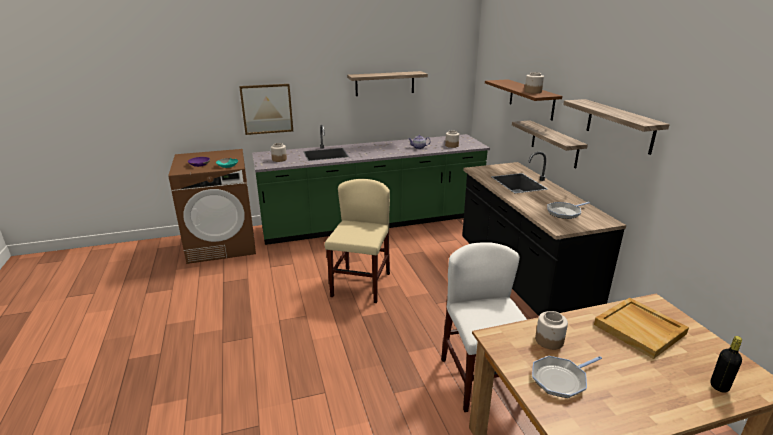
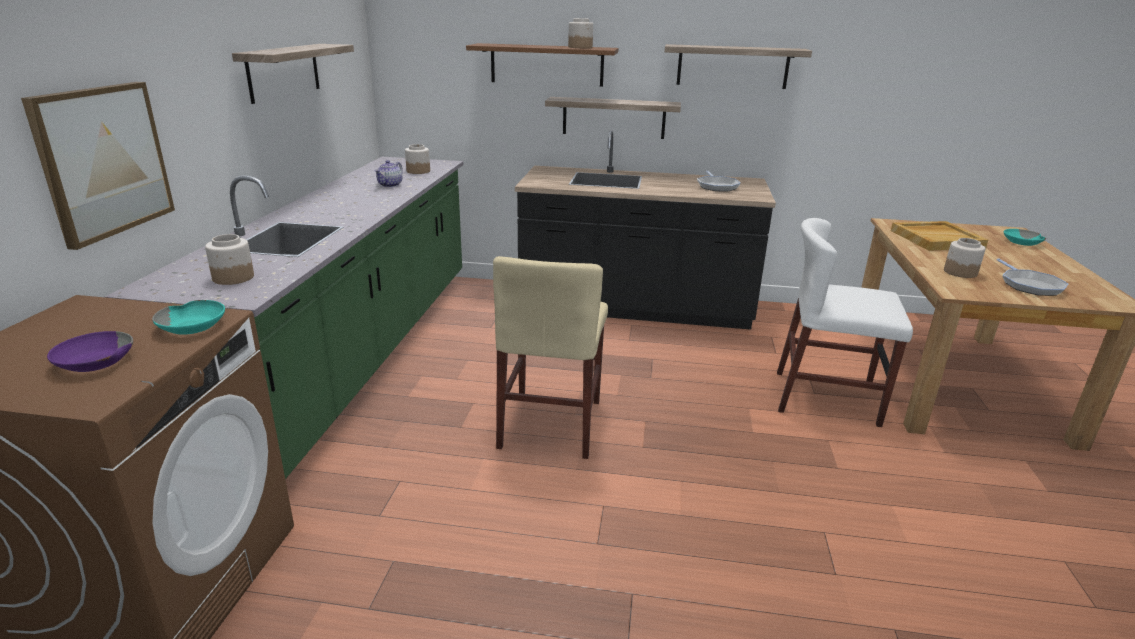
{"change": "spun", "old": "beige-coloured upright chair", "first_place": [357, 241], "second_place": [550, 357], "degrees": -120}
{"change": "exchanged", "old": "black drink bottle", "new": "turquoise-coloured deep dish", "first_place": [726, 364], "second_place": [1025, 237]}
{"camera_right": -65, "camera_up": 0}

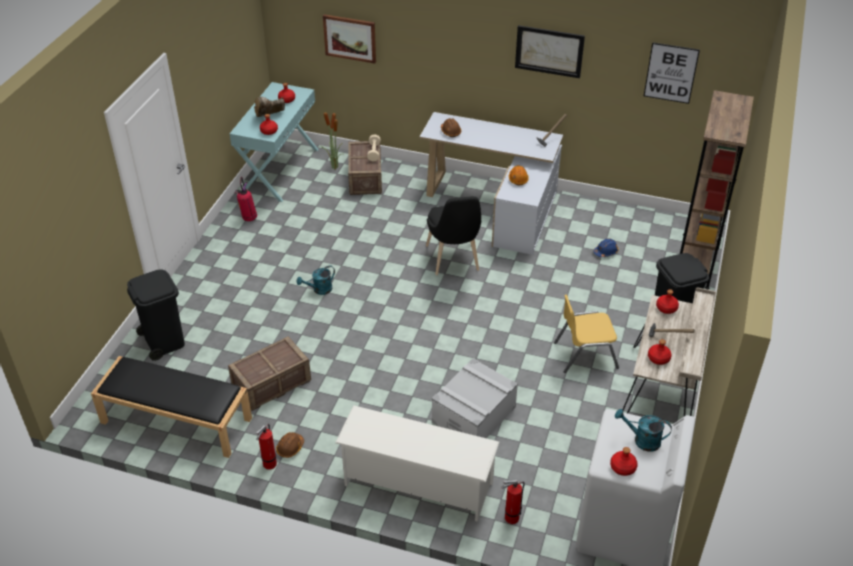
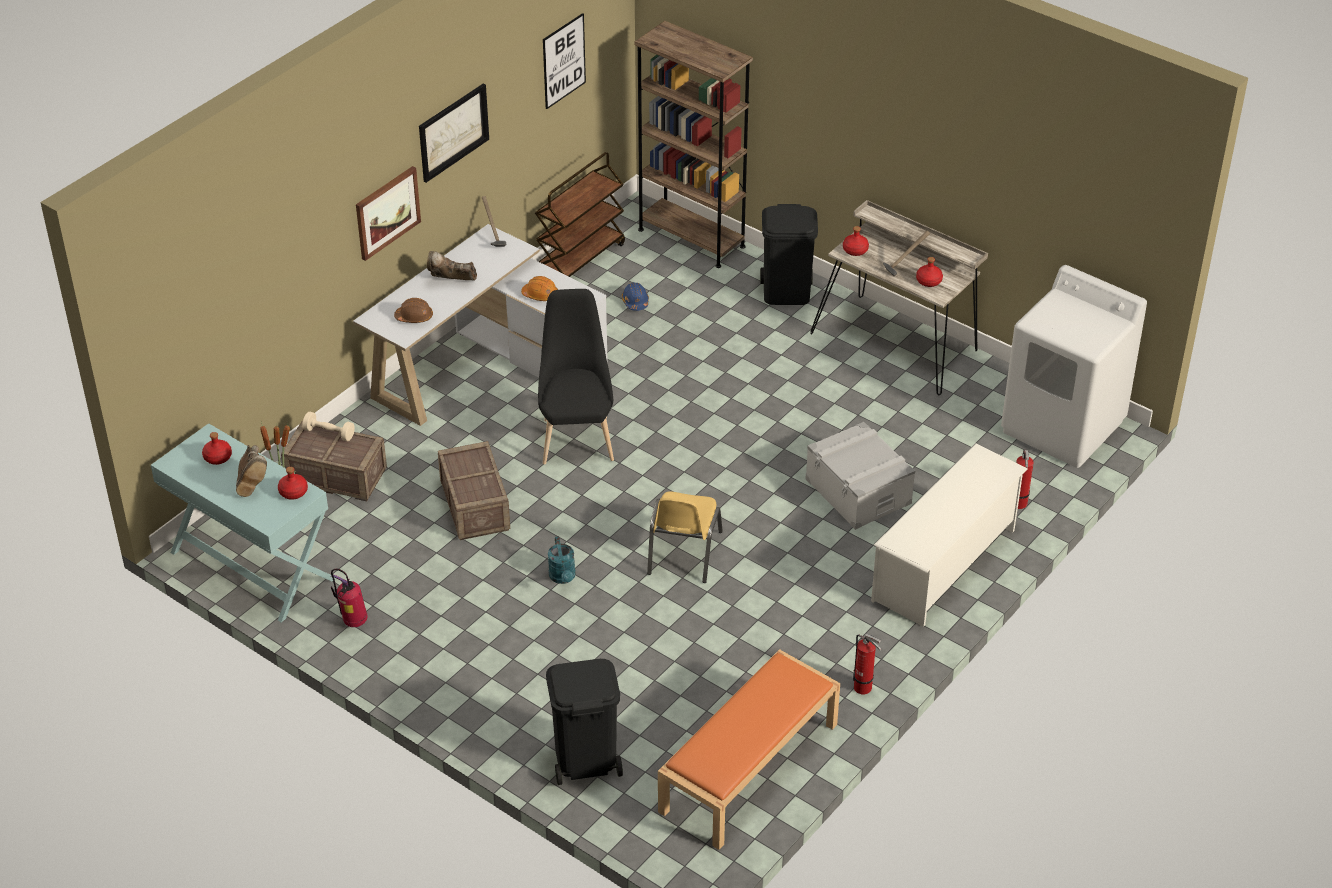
{"change": "relocated", "old": "wall picture", "first_place": [349, 39], "second_place": [388, 213]}
{"change": "appeared", "new": "brown high-top boot", "second_place": [452, 266]}
{"change": "relocated", "old": "shipping crate", "first_place": [269, 373], "second_place": [474, 490]}
{"change": "appeared", "new": "brown trolley", "second_place": [580, 214]}
{"change": "spun", "old": "black upright chair", "first_place": [453, 235], "second_place": [576, 376], "degrees": -105}
{"change": "relocated", "old": "yellow upright chair", "first_place": [586, 334], "second_place": [685, 537]}
{"change": "colour", "old": "black bench", "new": "orangey bench", "first_place": [171, 407], "second_place": [749, 749]}
{"change": "missing", "old": "brown safety helmet", "first_place": [290, 445]}
{"change": "missing", "old": "red-coloured drink bottle", "first_place": [624, 461]}
{"change": "missing", "old": "turquoise-coloured sprinkling can", "first_place": [643, 430]}
{"camera_right": -70, "camera_up": 0}

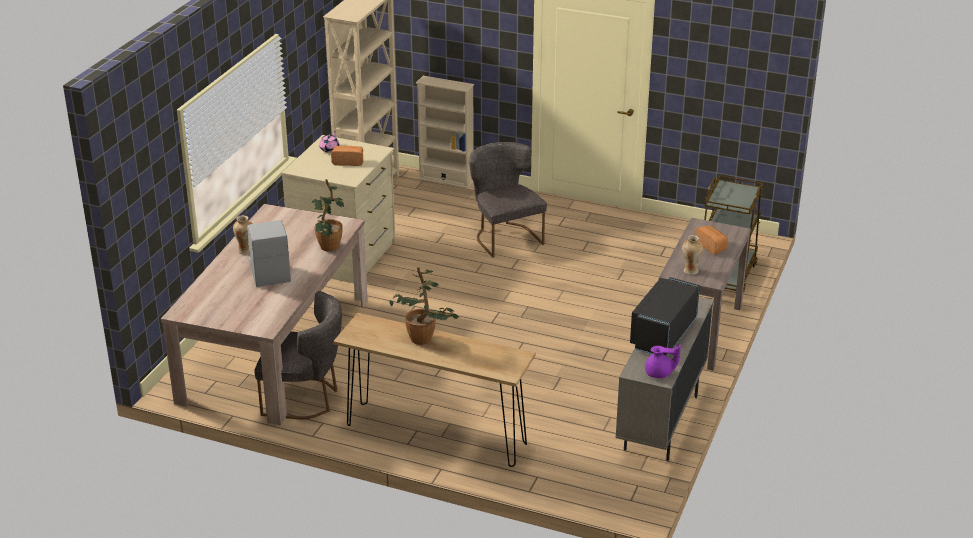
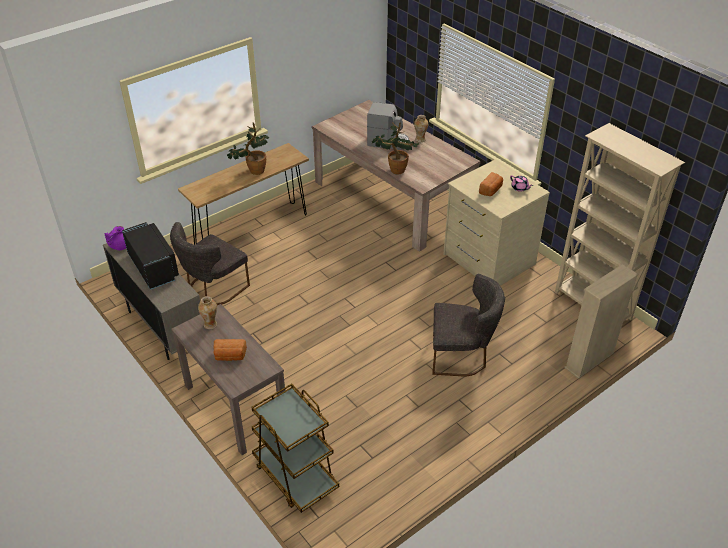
{"change": "relocated", "old": "grey upright chair", "first_place": [298, 355], "second_place": [210, 263]}
{"camera_right": 120, "camera_up": 10}

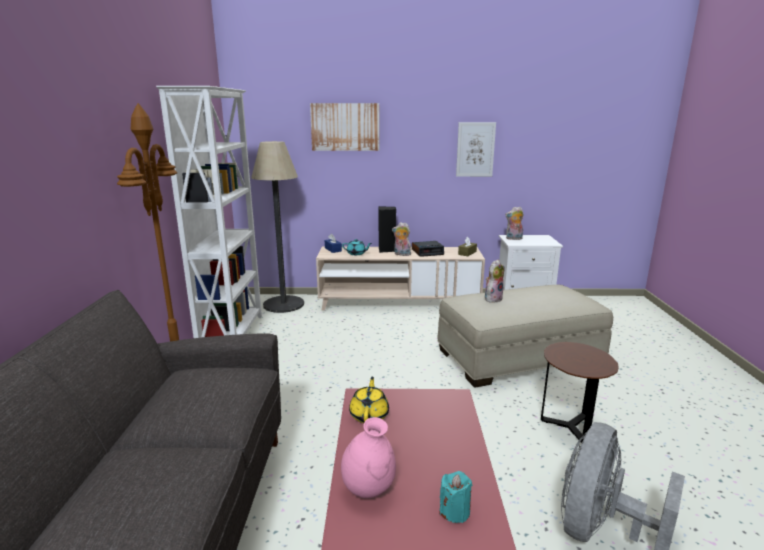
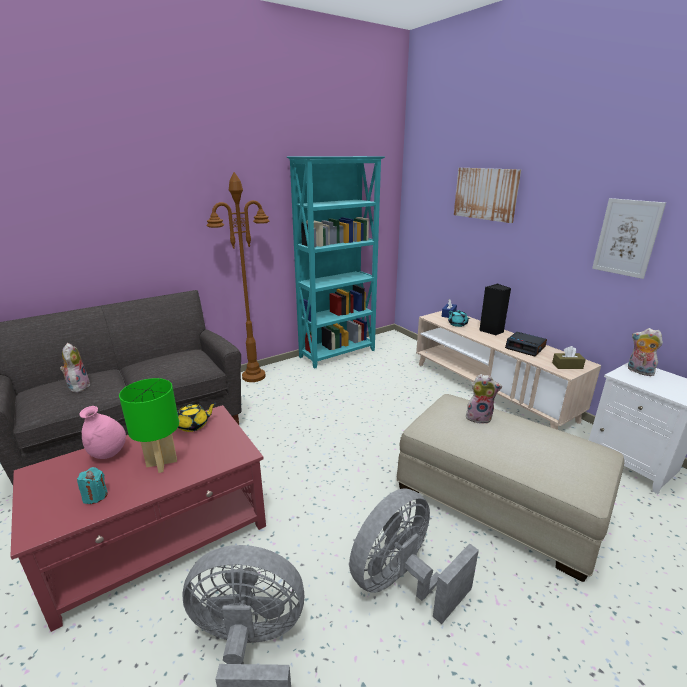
{"change": "relocated", "old": "plush toy", "first_place": [401, 239], "second_place": [75, 367]}
{"change": "appeared", "new": "greenish tabletop lamp", "second_place": [149, 425]}
{"change": "colour", "old": "white-coloured shelving unit", "new": "turquoise-coloured shelving unit", "first_place": [209, 212], "second_place": [336, 262]}
{"change": "exchanged", "old": "brown end table", "new": "grey fan", "first_place": [580, 392], "second_place": [414, 556]}
{"change": "missing", "old": "standing lamp", "first_place": [277, 227]}
{"camera_right": 55, "camera_up": 5}

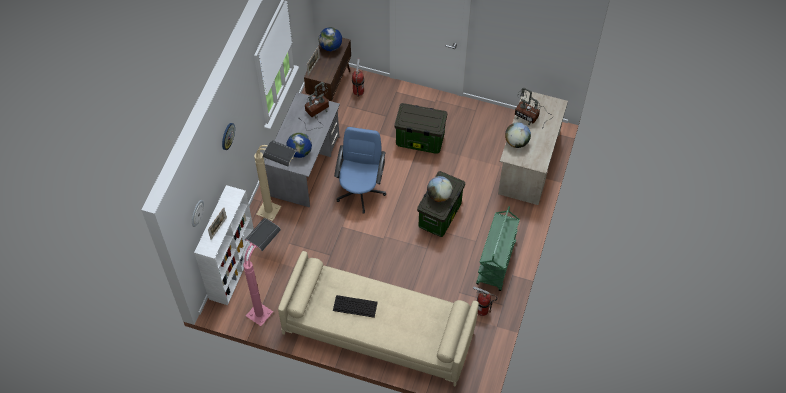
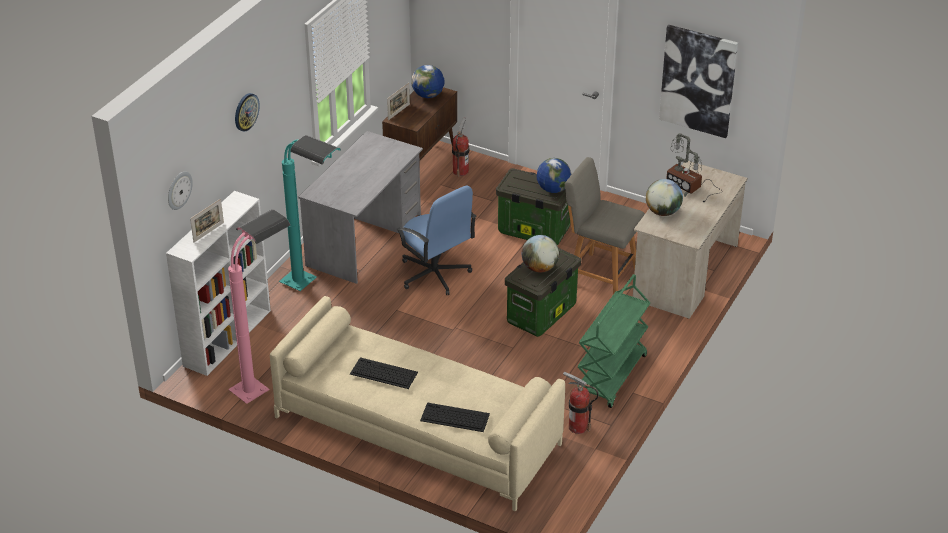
{"change": "colour", "old": "beige-coloured standing lamp", "new": "turquoise-coloured standing lamp", "first_place": [276, 180], "second_place": [310, 213]}
{"change": "spun", "old": "blue-coloured office chair", "first_place": [360, 170], "second_place": [436, 240], "degrees": 120}
{"change": "appeared", "new": "keyboard", "second_place": [455, 417]}
{"change": "relocated", "old": "globe", "first_place": [299, 145], "second_place": [554, 175]}
{"change": "appeared", "new": "grey upright chair", "second_place": [605, 225]}
{"change": "appeared", "new": "wall picture", "second_place": [698, 81]}
{"change": "missing", "old": "tabletop lamp", "first_place": [313, 105]}
{"camera_right": 10, "camera_up": -20}

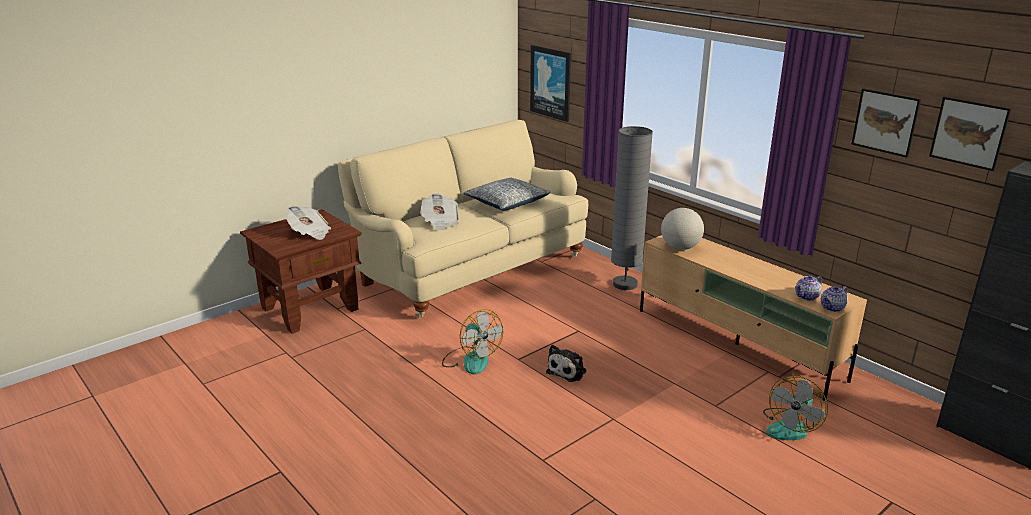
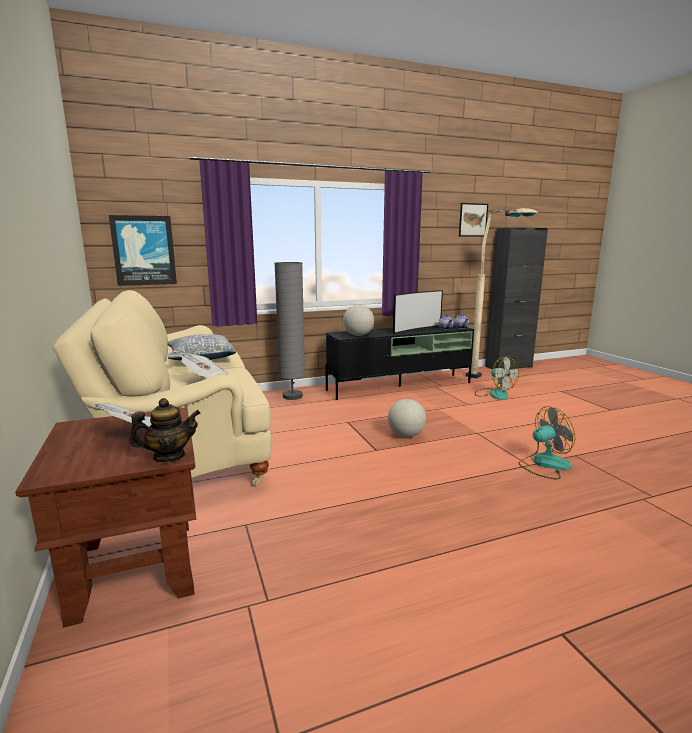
{"change": "appeared", "new": "pot for tea", "second_place": [165, 430]}
{"change": "colour", "old": "beige-coloured media console", "new": "black media console", "first_place": [753, 318], "second_place": [399, 362]}
{"change": "exchanged", "old": "plush toy", "new": "globe", "first_place": [566, 363], "second_place": [407, 418]}
{"change": "appeared", "new": "TV set", "second_place": [418, 311]}
{"change": "appeared", "new": "beige-coloured standing lamp", "second_place": [502, 293]}
{"change": "relocated", "old": "fan", "first_place": [472, 341], "second_place": [547, 442]}
{"change": "missing", "old": "wall picture", "first_place": [886, 123]}
{"camera_right": -70, "camera_up": -10}

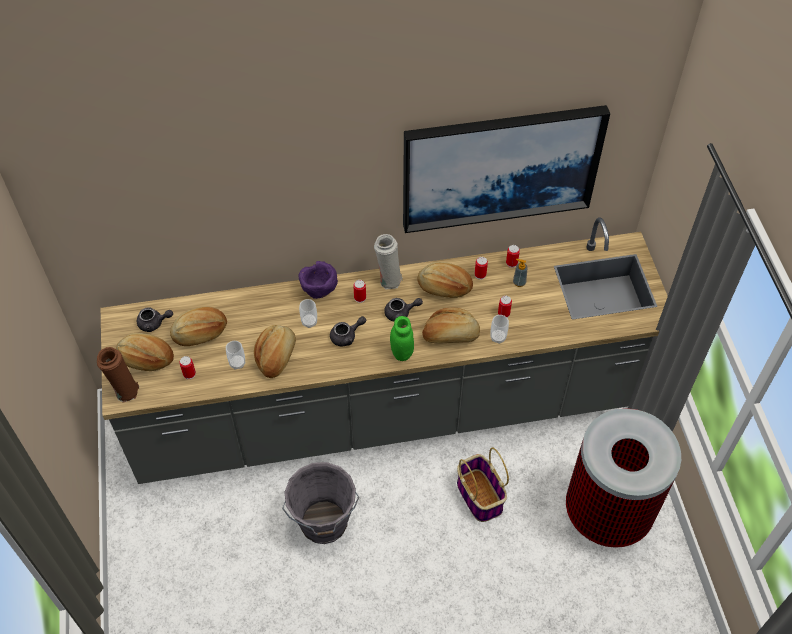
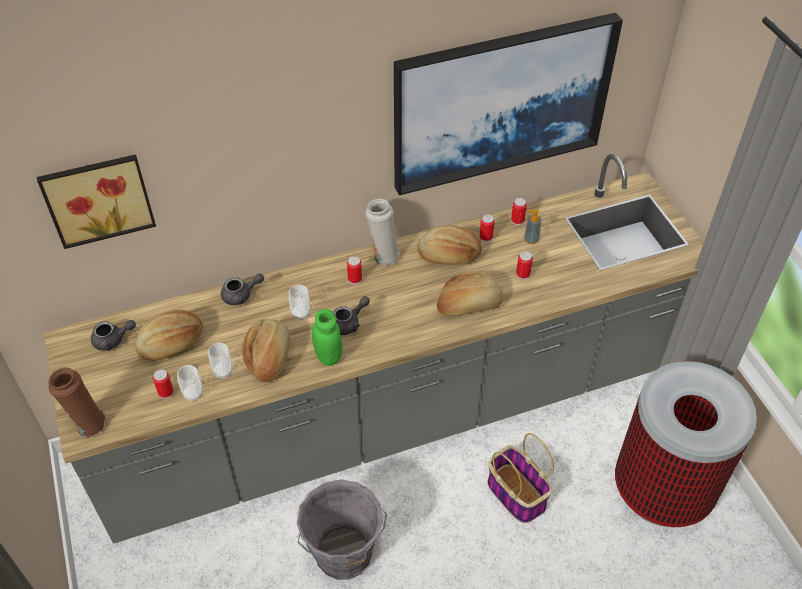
{"change": "appeared", "new": "wall picture", "second_place": [96, 201]}
{"change": "relocated", "old": "cup", "first_place": [499, 329], "second_place": [190, 383]}
{"change": "relocated", "old": "grey pot for tea", "first_place": [403, 309], "second_place": [242, 289]}
{"change": "relocated", "old": "greenish preserve jar", "first_place": [402, 338], "second_place": [327, 337]}
{"change": "missing", "old": "bakery bread", "first_place": [145, 352]}
{"change": "missing", "old": "purplish deep dish", "first_place": [318, 280]}
{"camera_right": -10, "camera_up": -5}

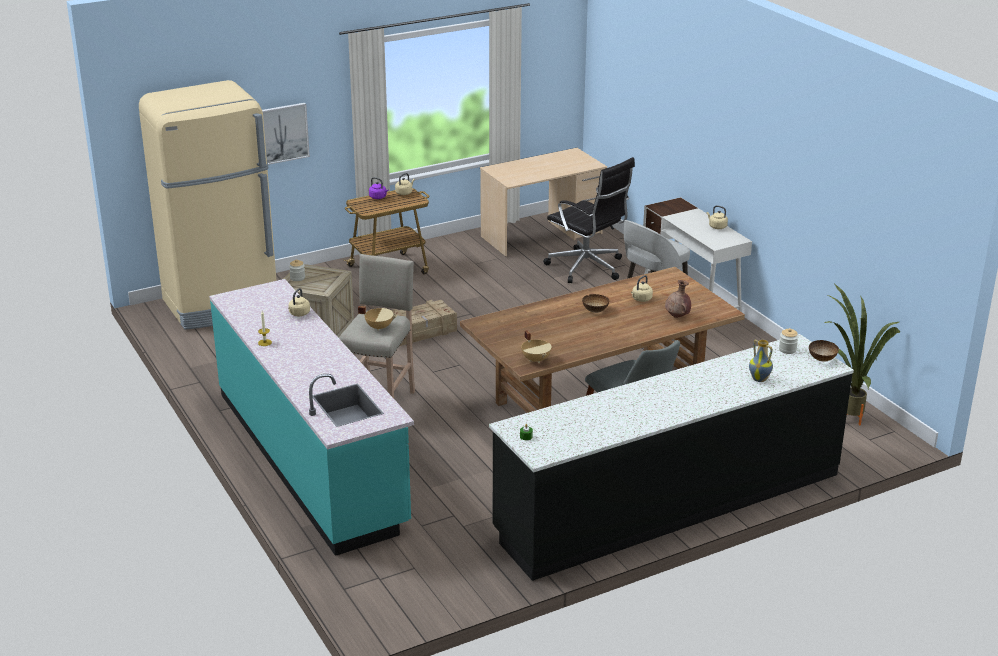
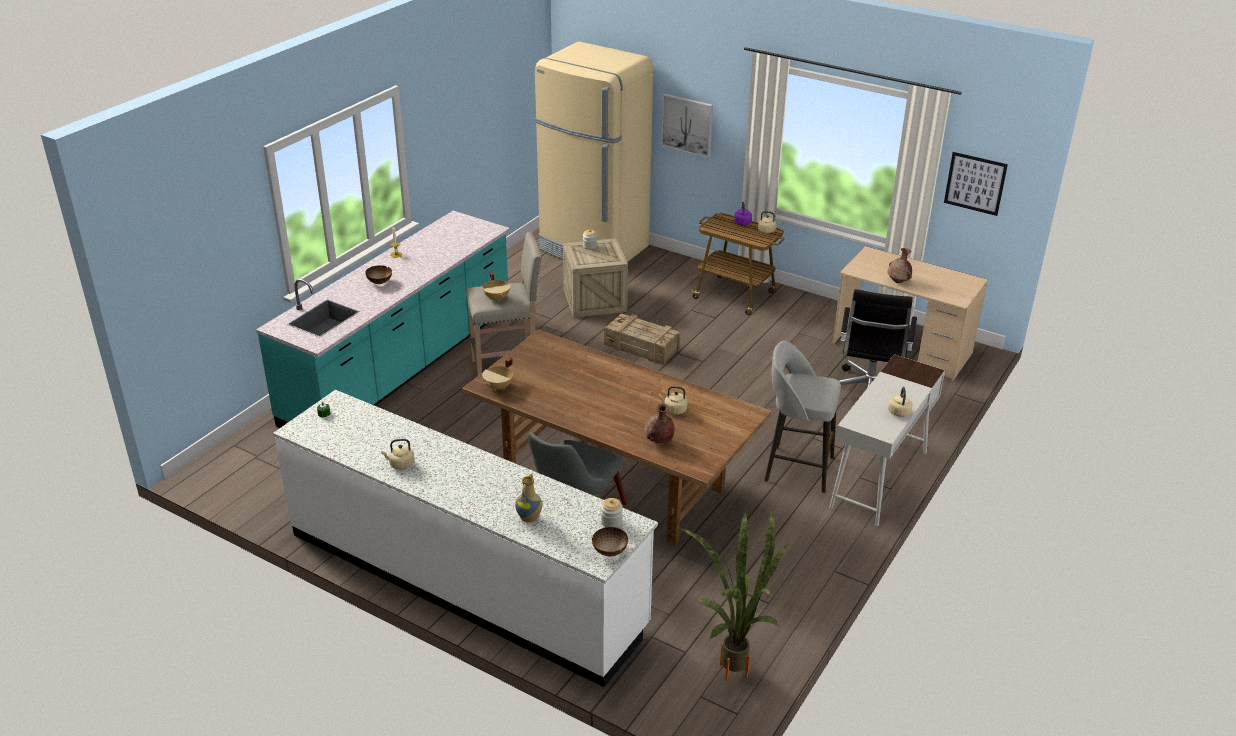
{"change": "colour", "old": "black counter", "new": "white-coloured counter", "first_place": [671, 457], "second_place": [465, 538]}
{"change": "relocated", "old": "deep dish", "first_place": [596, 303], "second_place": [378, 274]}
{"change": "relocated", "old": "beige-coloured kettle", "first_place": [299, 302], "second_place": [398, 454]}
{"change": "appeared", "new": "brown vase", "second_place": [899, 265]}
{"change": "appeared", "new": "wall picture", "second_place": [976, 184]}
{"camera_right": 60, "camera_up": 5}

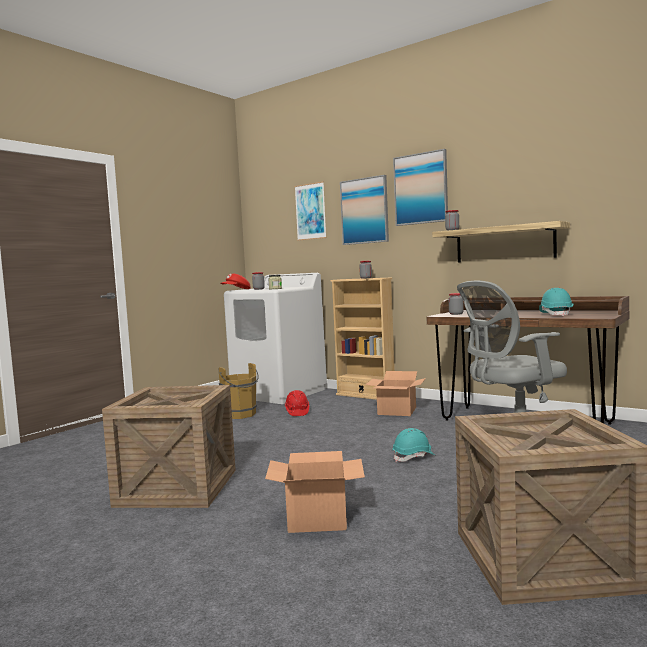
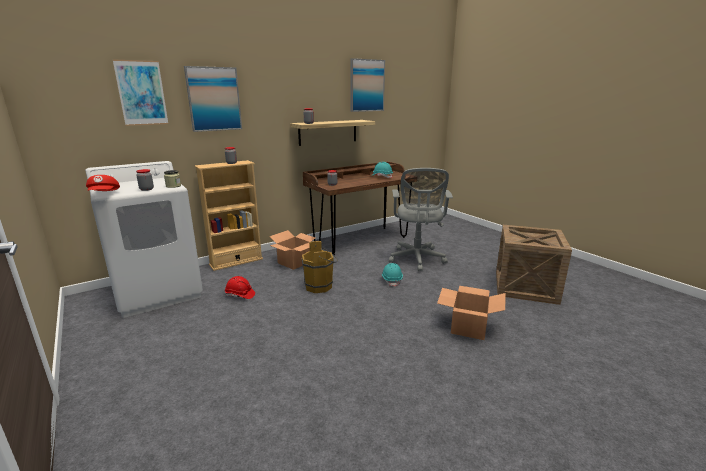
{"change": "relocated", "old": "brown pail", "first_place": [239, 391], "second_place": [319, 267]}
{"change": "relocated", "old": "wall picture", "first_place": [420, 187], "second_place": [367, 85]}
{"change": "missing", "old": "shipping crate", "first_place": [169, 446]}
{"camera_right": -70, "camera_up": 15}

